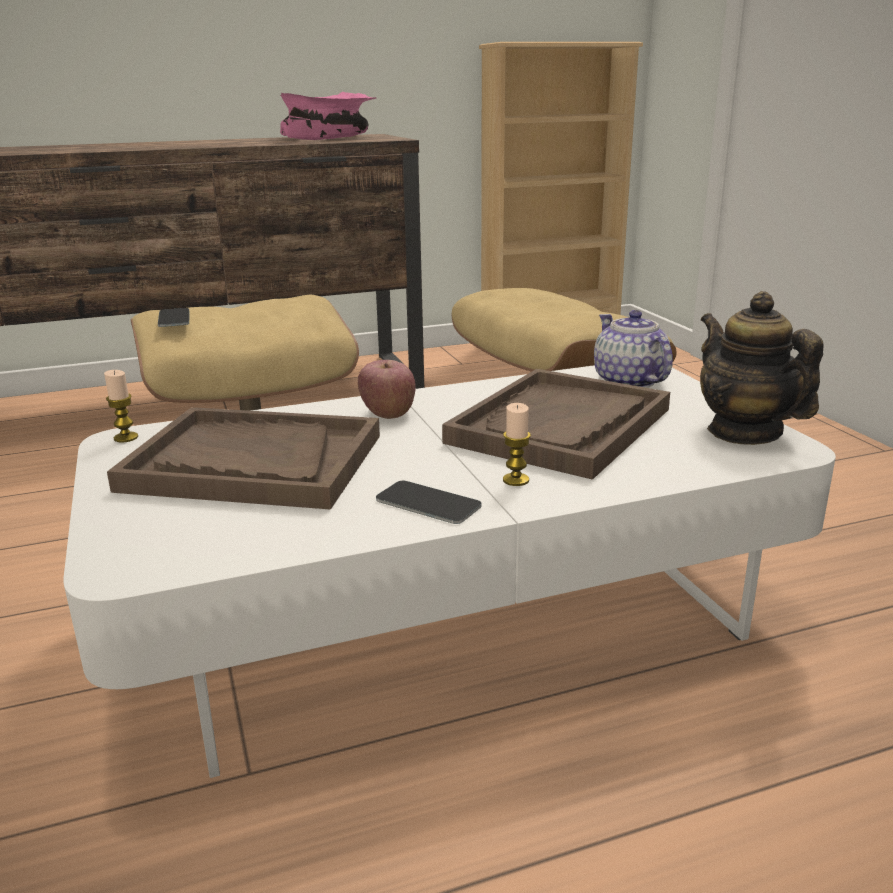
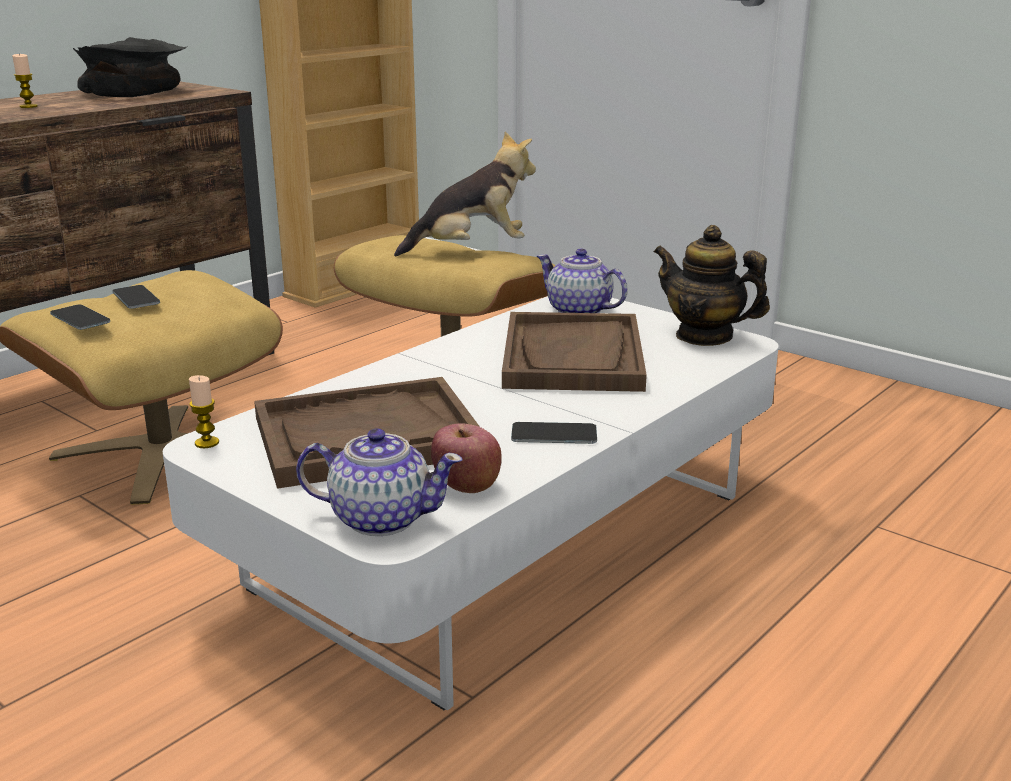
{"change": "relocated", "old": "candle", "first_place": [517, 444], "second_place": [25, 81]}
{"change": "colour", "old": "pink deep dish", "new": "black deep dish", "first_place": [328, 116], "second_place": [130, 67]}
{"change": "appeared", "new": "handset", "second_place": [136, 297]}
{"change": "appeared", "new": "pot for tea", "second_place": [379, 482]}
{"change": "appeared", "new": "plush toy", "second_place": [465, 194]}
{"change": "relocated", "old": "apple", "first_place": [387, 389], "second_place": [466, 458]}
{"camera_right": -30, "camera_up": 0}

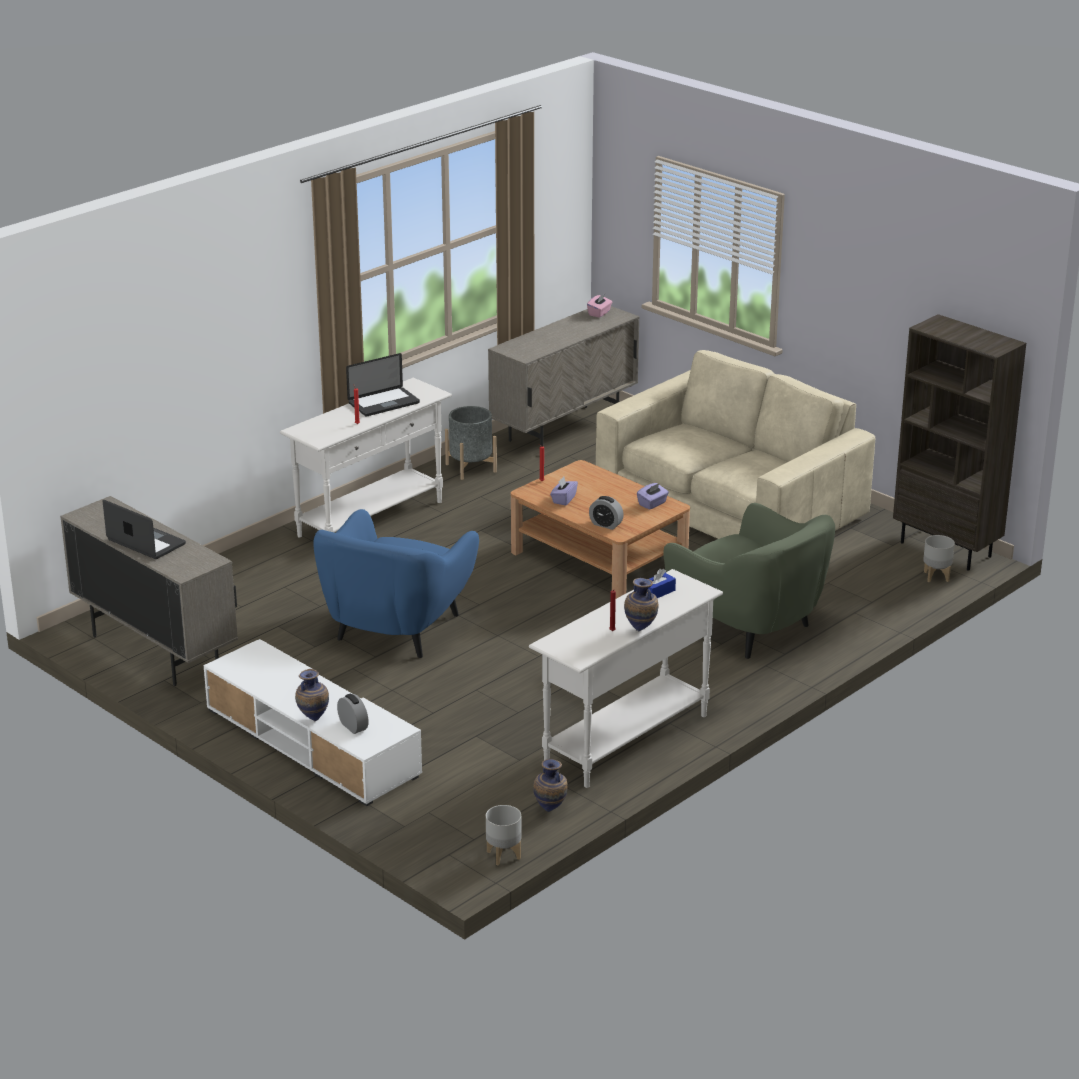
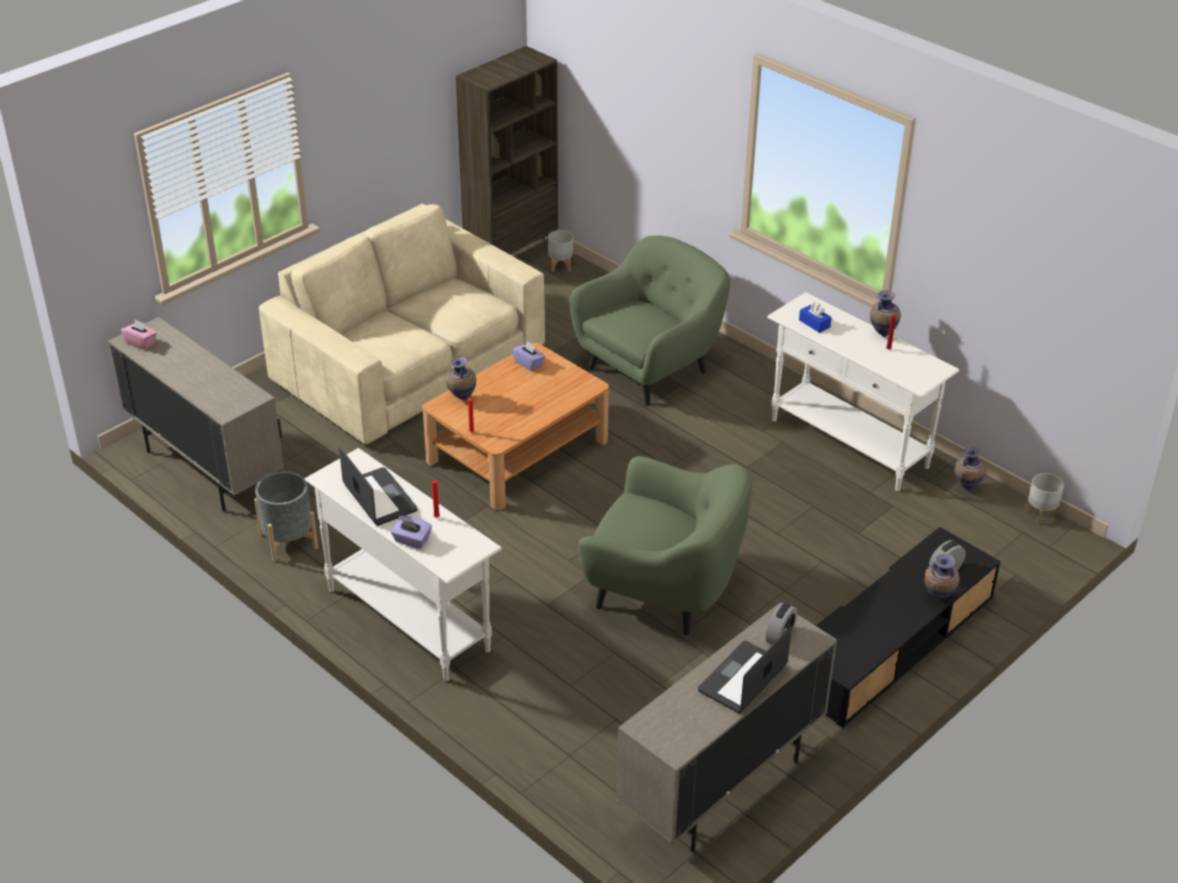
{"change": "relocated", "old": "purplish tissue holder", "first_place": [564, 491], "second_place": [411, 532]}
{"change": "appeared", "new": "vase", "second_place": [461, 378]}
{"change": "colour", "old": "blue-coloured armchair", "new": "greenish armchair", "first_place": [396, 583], "second_place": [665, 545]}
{"change": "relocated", "old": "bedside clock", "first_place": [606, 513], "second_place": [782, 624]}
{"change": "colour", "old": "white-coloured media console", "new": "black media console", "first_place": [313, 722], "second_place": [908, 627]}
{"camera_right": -90, "camera_up": 10}

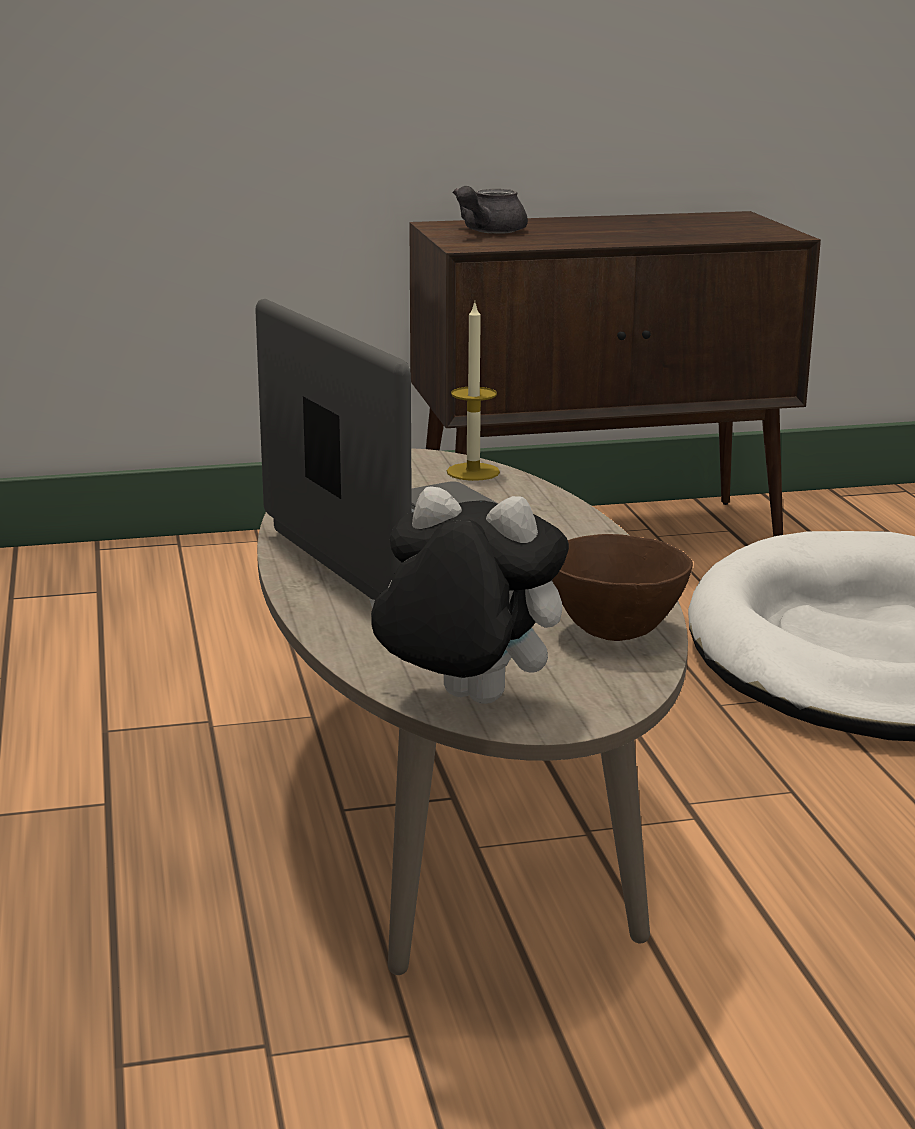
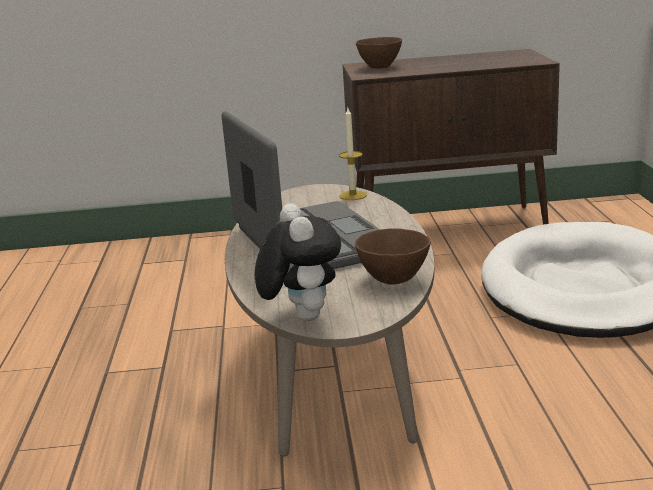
{"change": "spun", "old": "plush toy", "first_place": [469, 595], "second_place": [298, 262], "degrees": 45}
{"change": "exchanged", "old": "grey pot for tea", "new": "brown deep dish", "first_place": [490, 210], "second_place": [379, 52]}
{"camera_right": 10, "camera_up": 0}

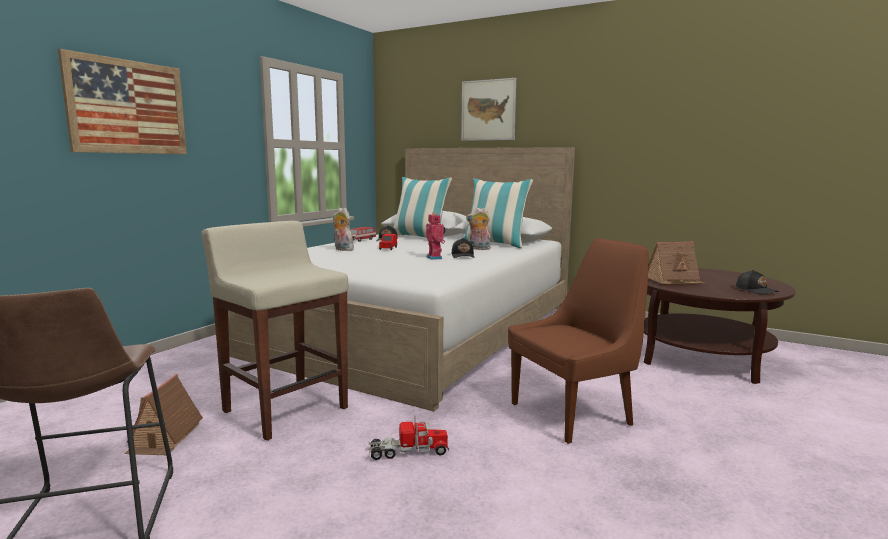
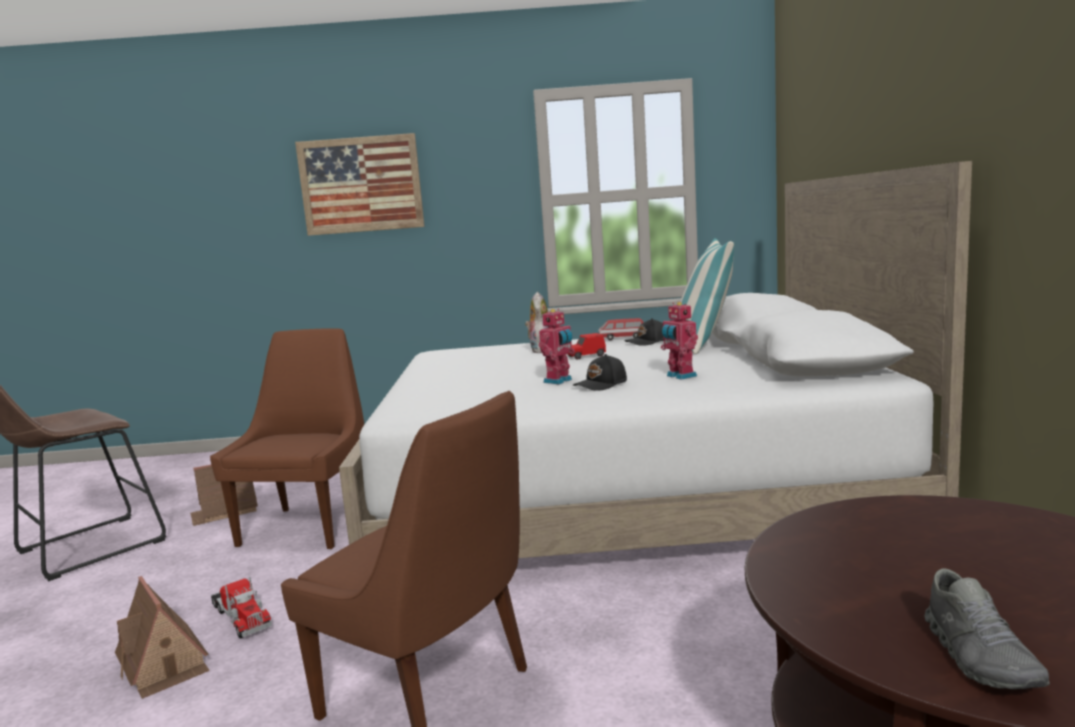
{"change": "relocated", "old": "model house", "first_place": [676, 263], "second_place": [162, 637]}
{"change": "exchanged", "old": "beige-coloured sitting stool", "new": "brown upright chair", "first_place": [274, 331], "second_place": [287, 438]}
{"change": "exchanged", "old": "plush toy", "new": "toy robot", "first_place": [478, 229], "second_place": [679, 341]}
{"change": "exchanged", "old": "black baseball cap", "new": "grey low shoe", "first_place": [757, 282], "second_place": [987, 628]}
{"change": "missing", "old": "wall picture", "first_place": [488, 109]}
{"change": "missing", "old": "cushion", "first_place": [498, 213]}
{"camera_right": 60, "camera_up": 0}

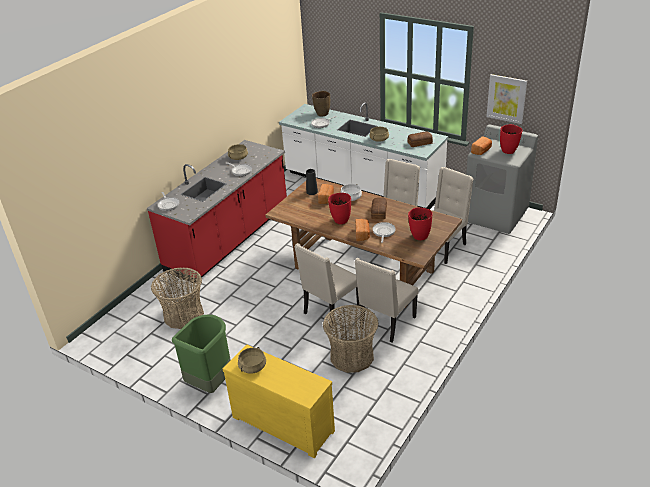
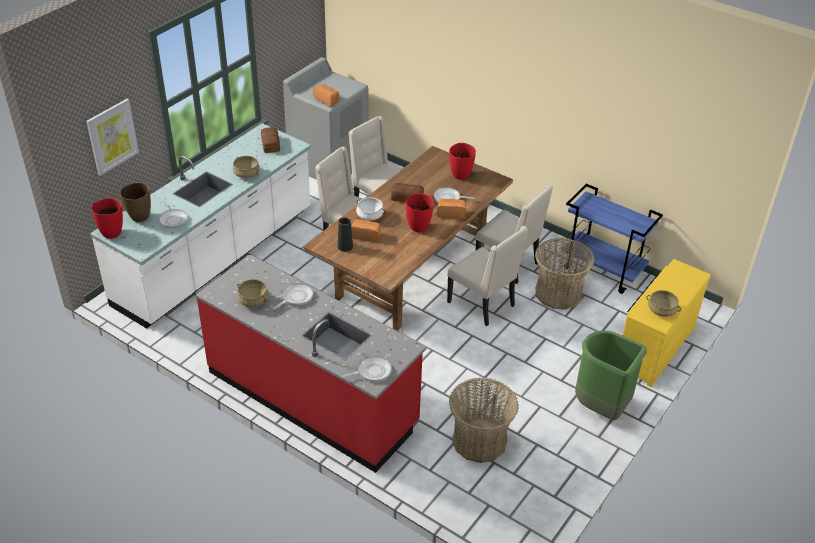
{"change": "relocated", "old": "wall picture", "first_place": [506, 99], "second_place": [112, 137]}
{"change": "relocated", "old": "red-coloured vase", "first_place": [511, 139], "second_place": [107, 218]}
{"change": "appeared", "new": "blue-coloured trolley", "second_place": [613, 239]}
{"camera_right": -90, "camera_up": 5}

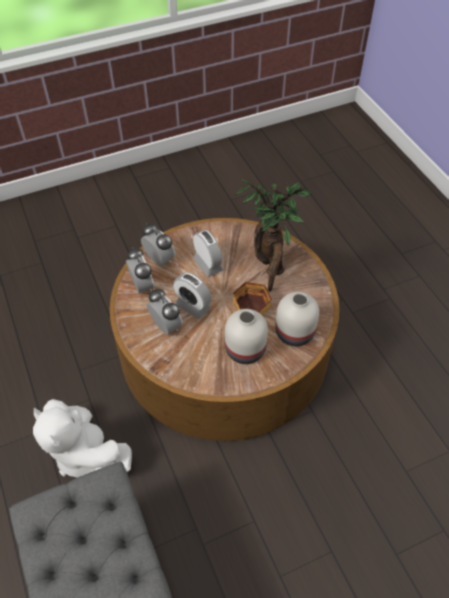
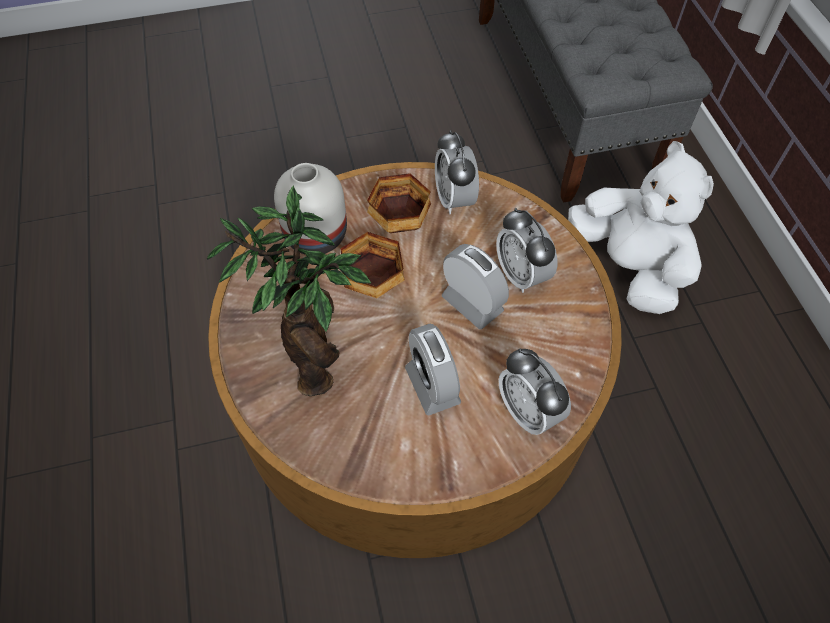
{"change": "exchanged", "old": "white-coloured vase", "new": "deep dish", "first_place": [246, 336], "second_place": [399, 203]}
{"change": "relocated", "old": "bedside clock", "first_place": [140, 270], "second_place": [457, 172]}
{"camera_right": -170, "camera_up": 5}

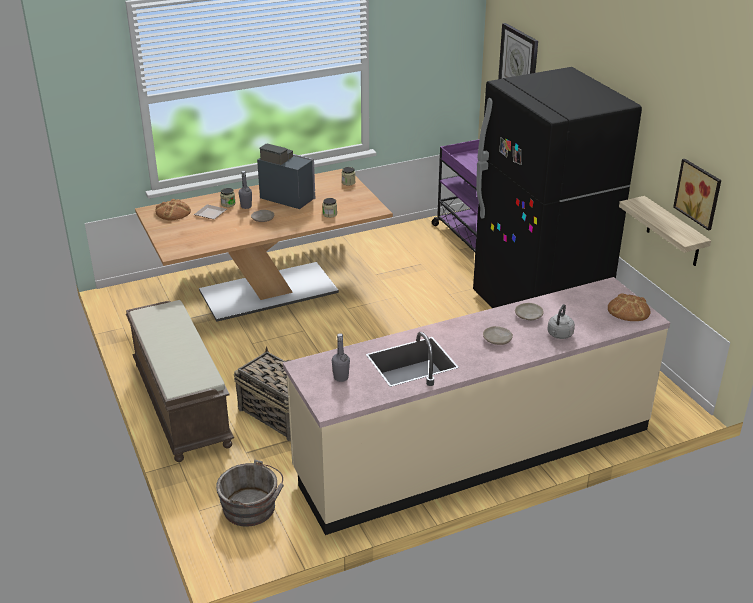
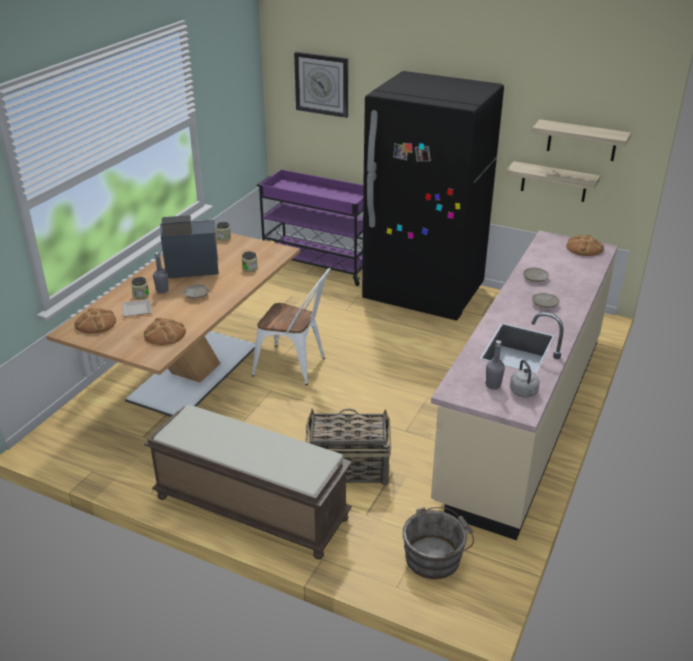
{"change": "appeared", "new": "bakery bread", "second_place": [165, 331]}
{"change": "appeared", "new": "white-coloured upright chair", "second_place": [291, 326]}
{"change": "relocated", "old": "grey kettle", "first_place": [561, 321], "second_place": [525, 378]}
{"change": "exchanged", "old": "wall picture", "new": "wall shelf", "first_place": [697, 194], "second_place": [581, 140]}
{"camera_right": -40, "camera_up": 0}

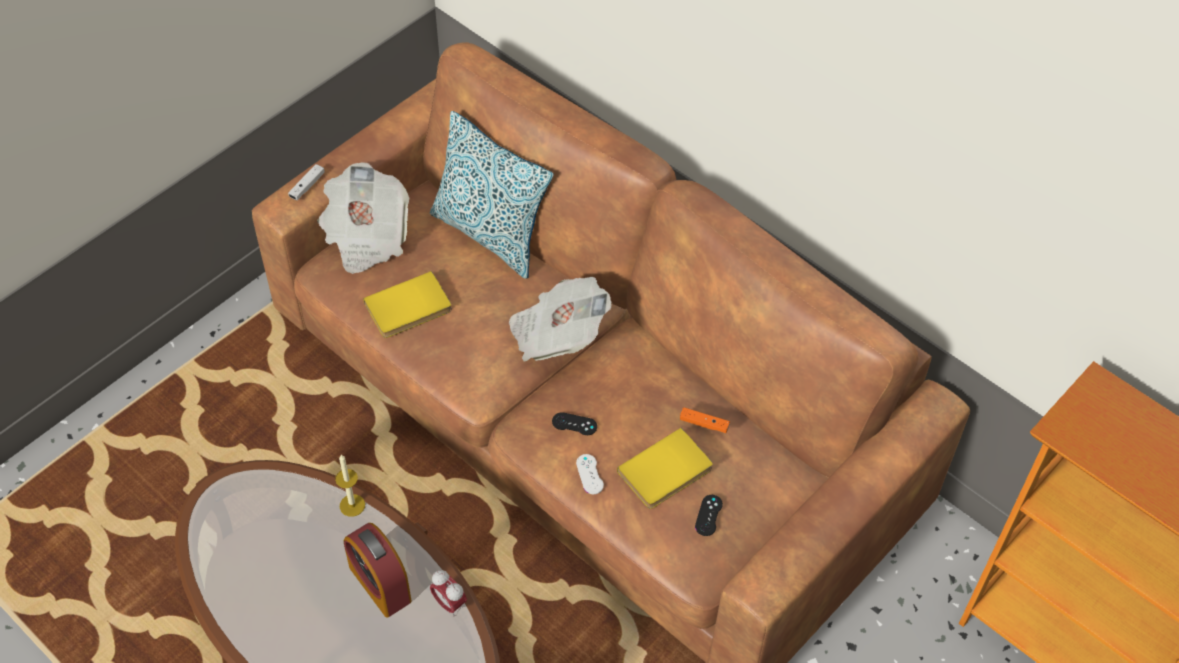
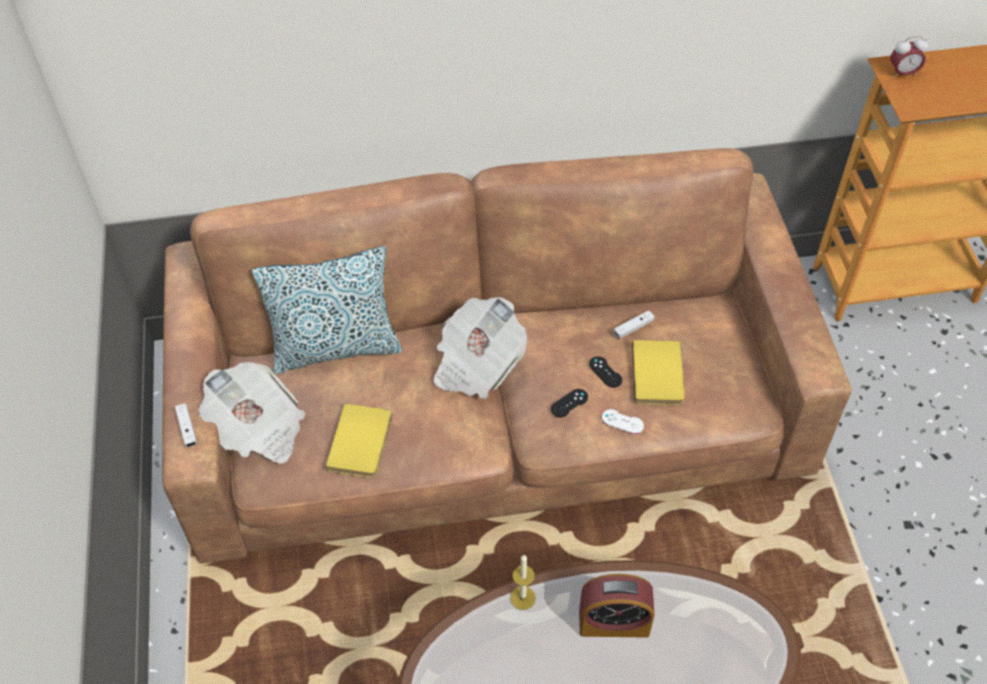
{"change": "relocated", "old": "black game controller", "first_place": [709, 515], "second_place": [605, 372]}
{"change": "colour", "old": "orangey game controller", "new": "white-coloured game controller", "first_place": [705, 420], "second_place": [634, 324]}
{"change": "relocated", "old": "bedside clock", "first_place": [448, 593], "second_place": [909, 57]}
{"camera_right": -50, "camera_up": 0}

